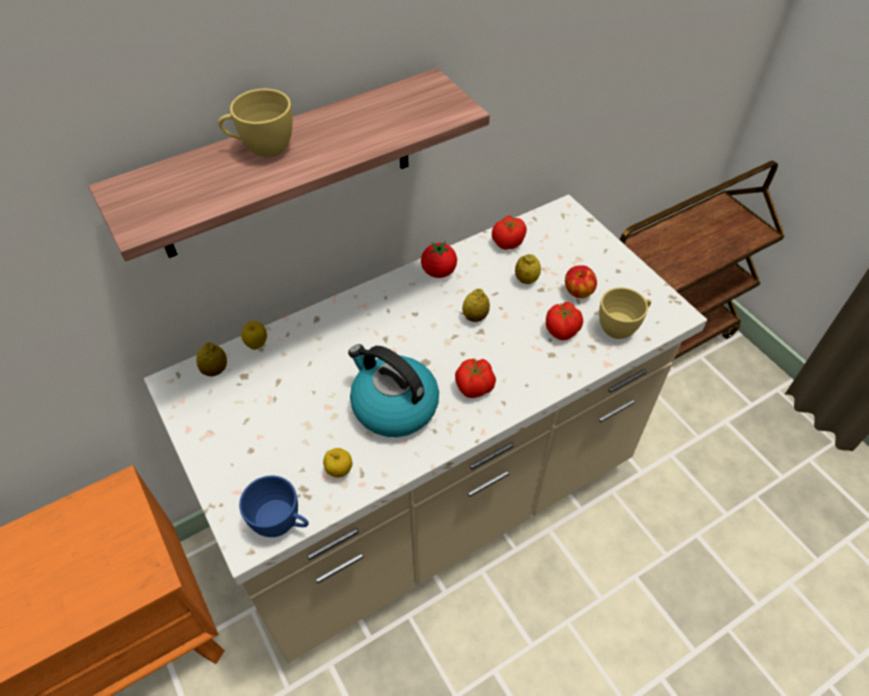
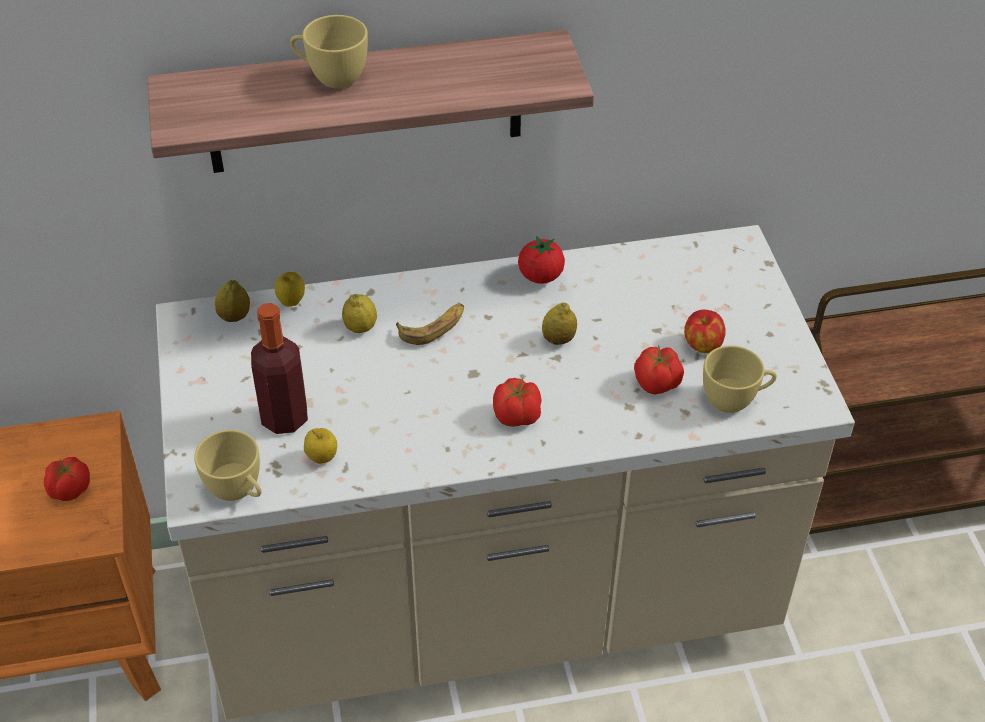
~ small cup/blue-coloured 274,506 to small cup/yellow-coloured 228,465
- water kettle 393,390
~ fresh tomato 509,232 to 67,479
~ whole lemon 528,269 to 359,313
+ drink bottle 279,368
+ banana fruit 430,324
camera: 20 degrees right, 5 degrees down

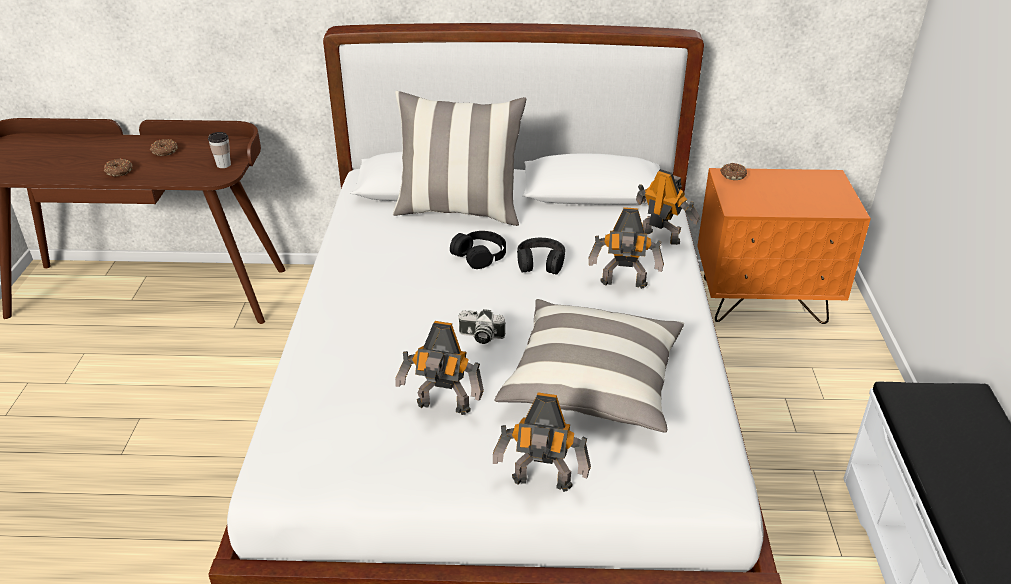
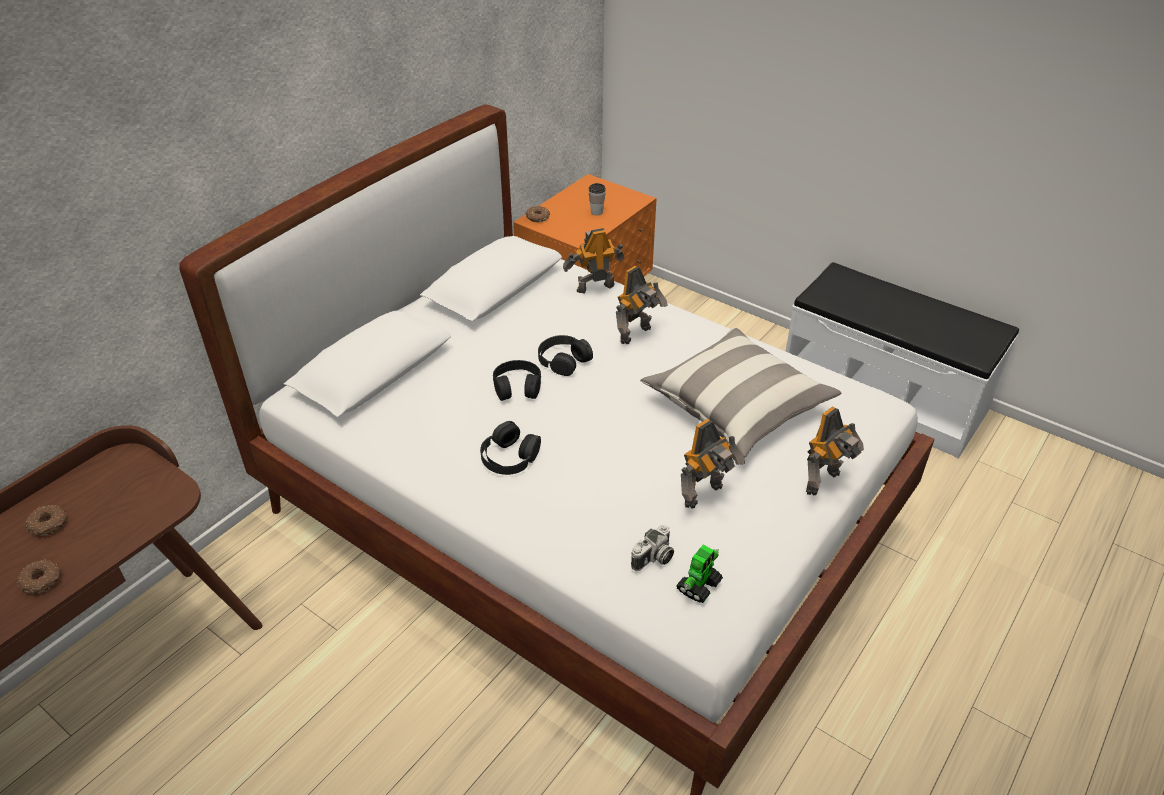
~ small cup 219,150 to 597,199
- throw pillow 460,158
~ still camera 481,326 to 652,548
+ headphones/black-coloured 510,448
+ toy robot 699,574
camera: 55 degrees left, 5 degrees up

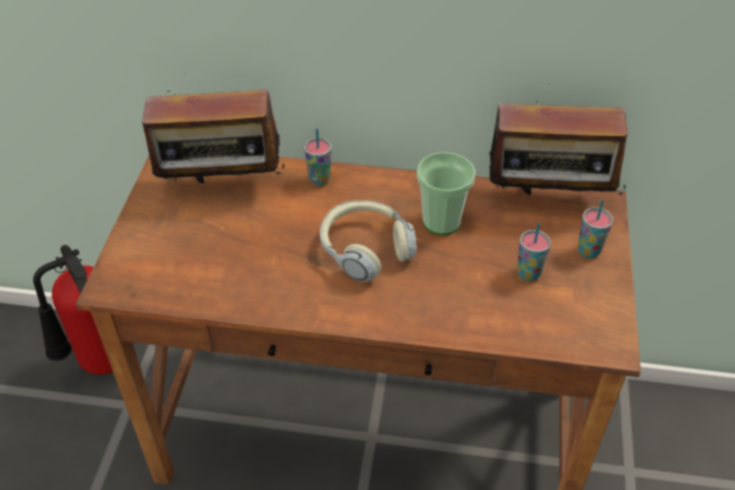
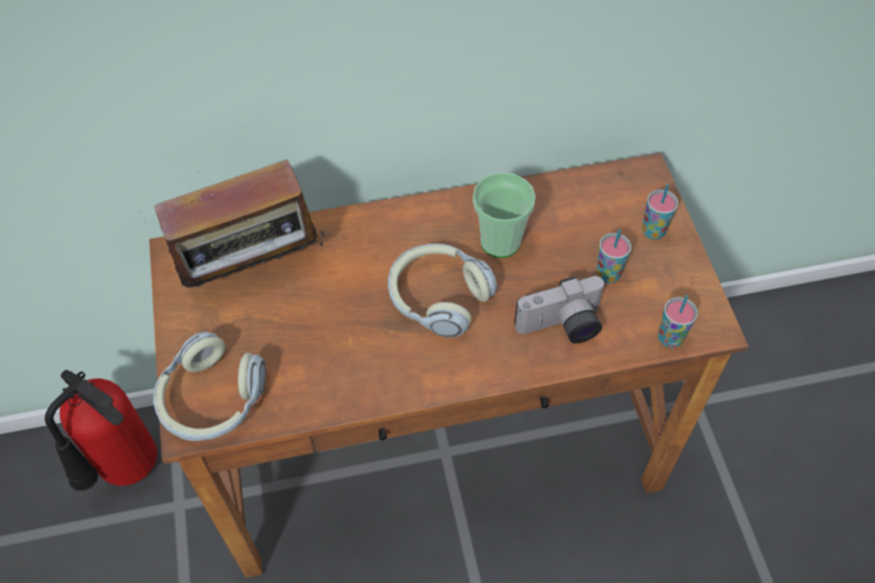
~ small cup 318,157 to 678,321
- radio set 558,155
+ headphones 209,386
+ still camera 560,309
camera: 20 degrees left, 10 degrees up

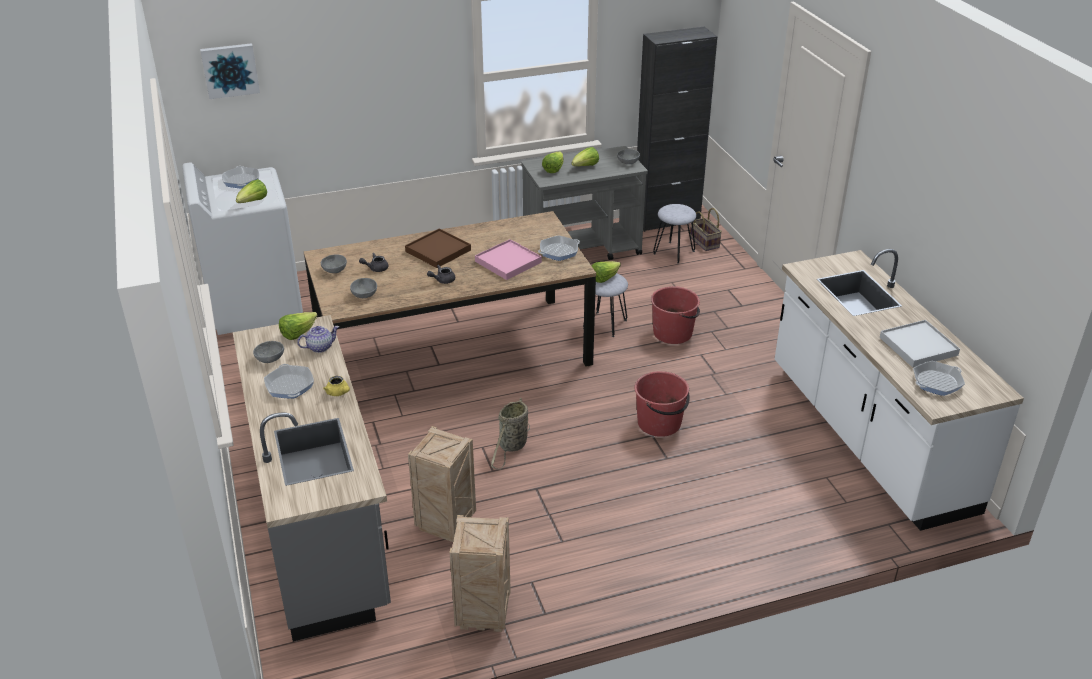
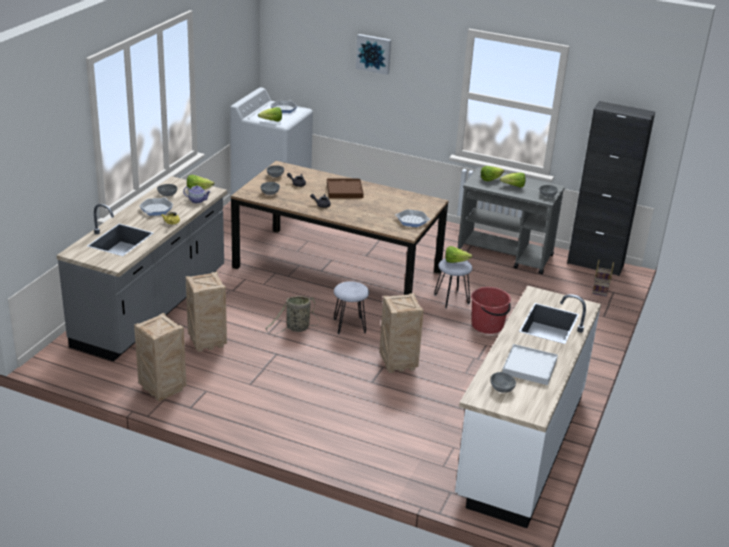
~ picture 230,71 to 373,54
- tray/pinkish 508,259
~ bucket/reddish 662,404 to packing crate 401,333
~ stool/grey 674,234 to 351,308
~ pan 939,378 to serving bowl/grey 503,382
camera: 40 degrees right, 5 degrees down

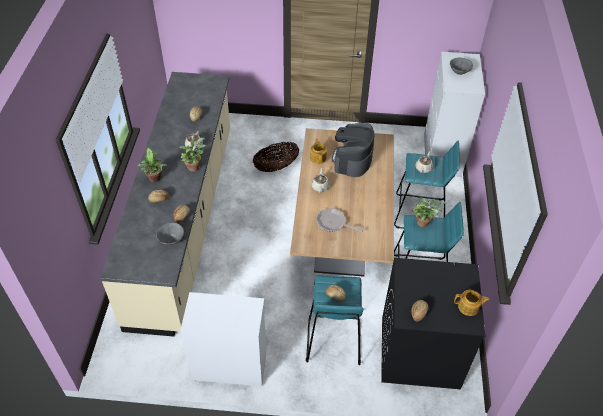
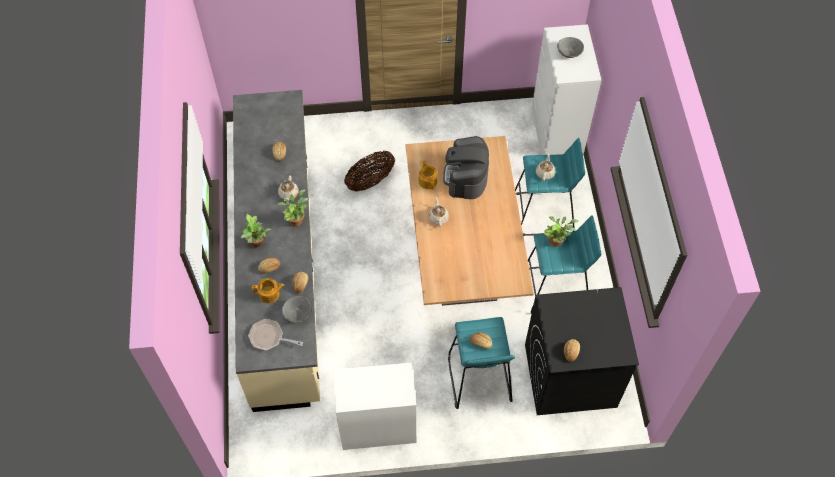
~ pan 339,220 to 275,335
~ tea pot 472,303 to 268,290
camera: 10 degrees left, 10 degrees up

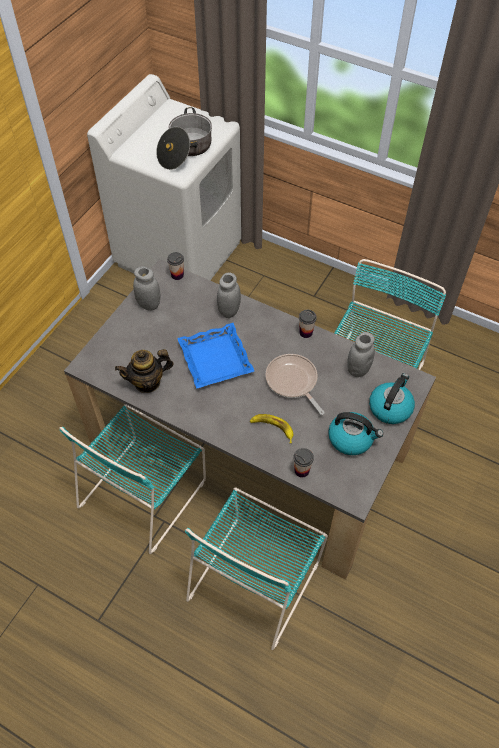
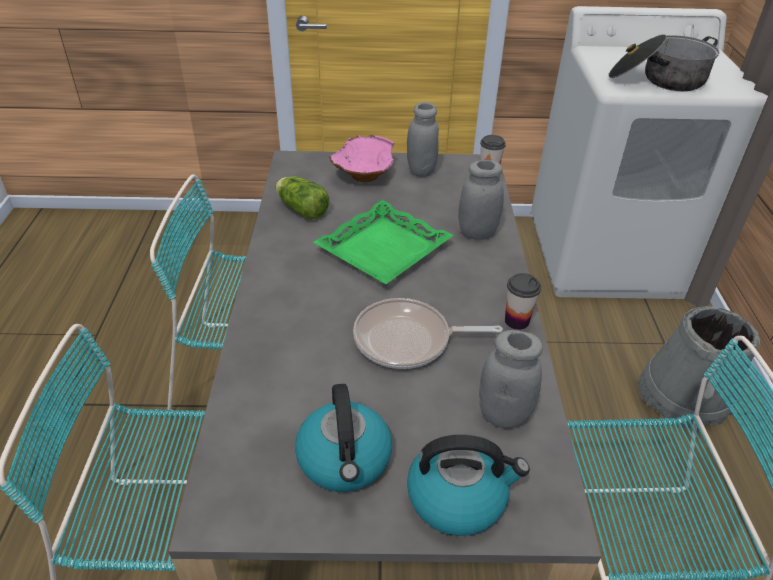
~ tea pot 144,371 to head of lettuce 303,198
~ tray/blue-coloured 216,356 to tray/green-coloured 383,242
- banana fruit 271,429
~ pan 295,384 = 428,333 120 degrees counterclockwise
- small cup 303,462
+ serving bowl/pinkish 362,158
+ bucket/grey 699,368
camera: 60 degrees right, 15 degrees down

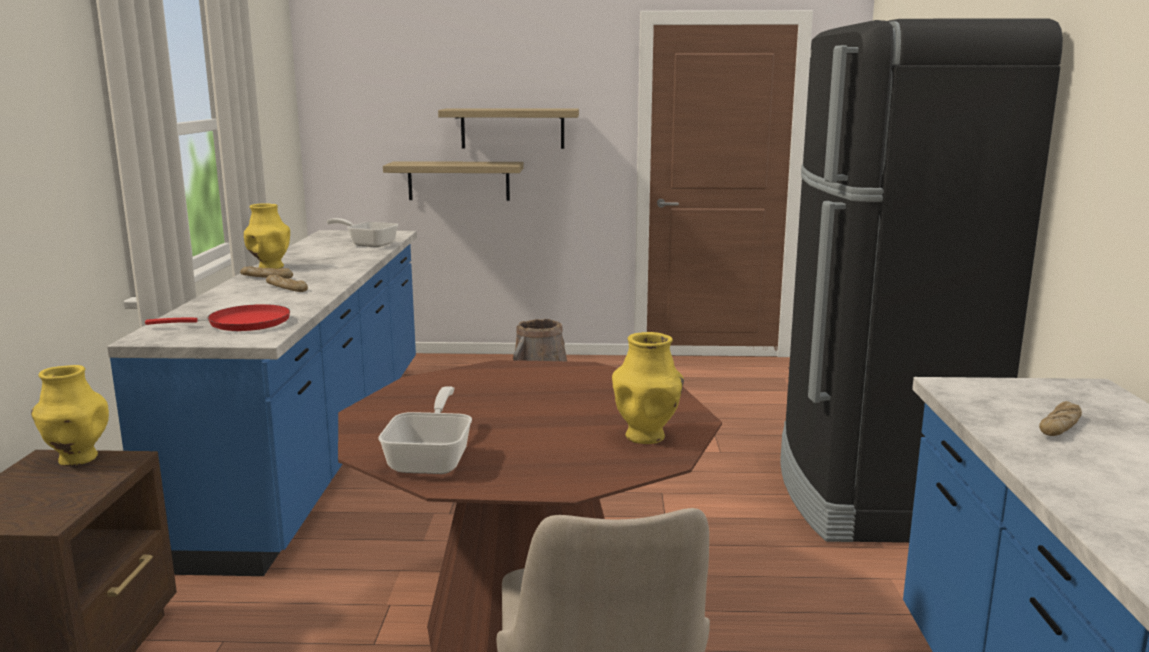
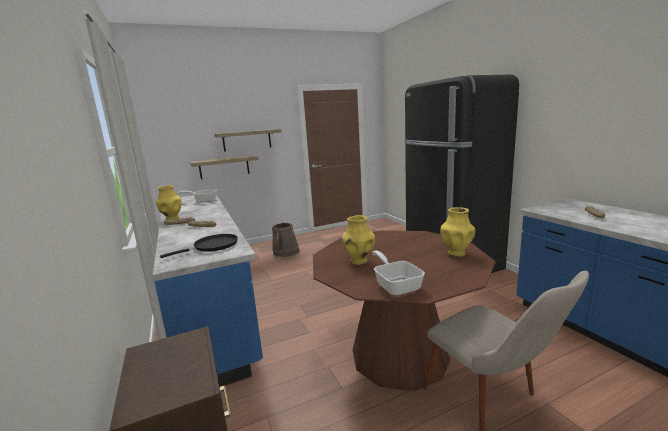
~ decorative vase/yellow-coloured 70,415 to 358,240
~ pan/reddish 217,317 to pan/black-coloured 199,246
camera: 25 degrees left, 0 degrees up

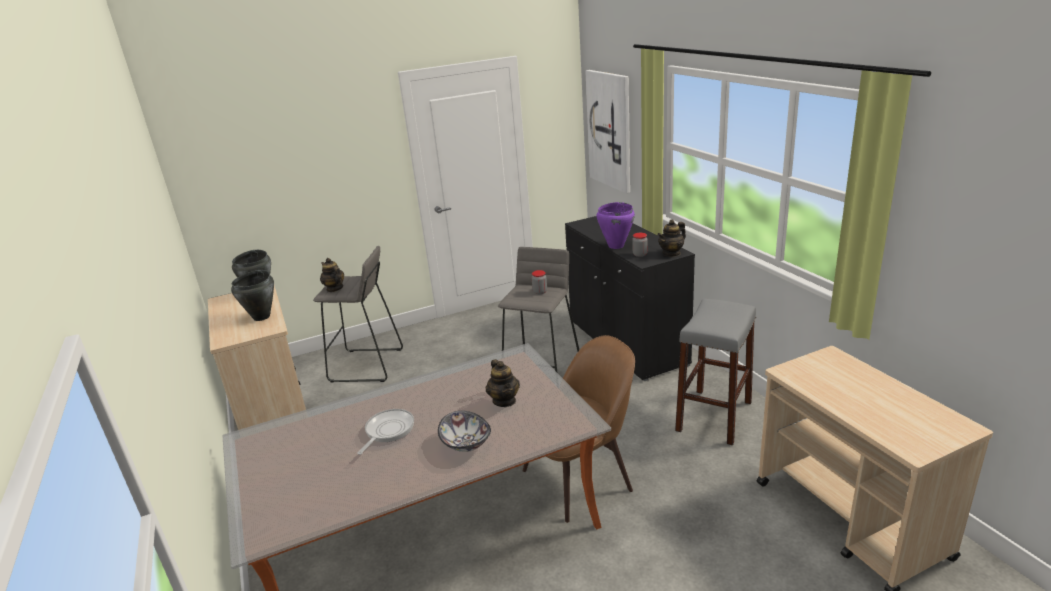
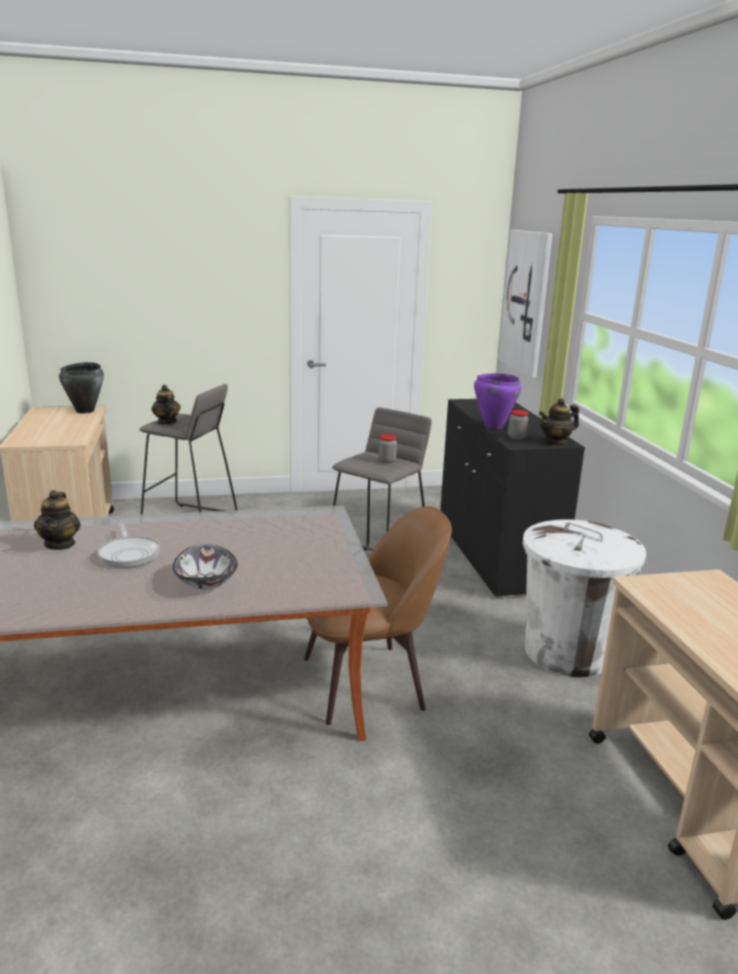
- saucepot/black-coloured 252,295
~ pan 385,432 = 128,545 120 degrees clockwise
~ tea pot 503,383 to 57,520
~ stool/grey 715,372 to waste bin/whitish 584,598
camera: 10 degrees right, 5 degrees down

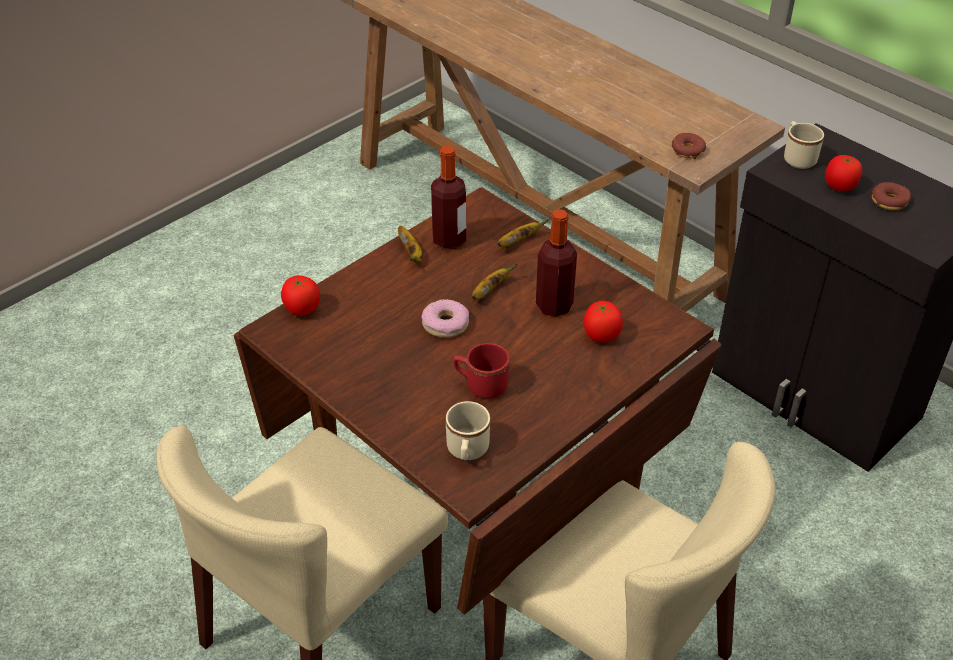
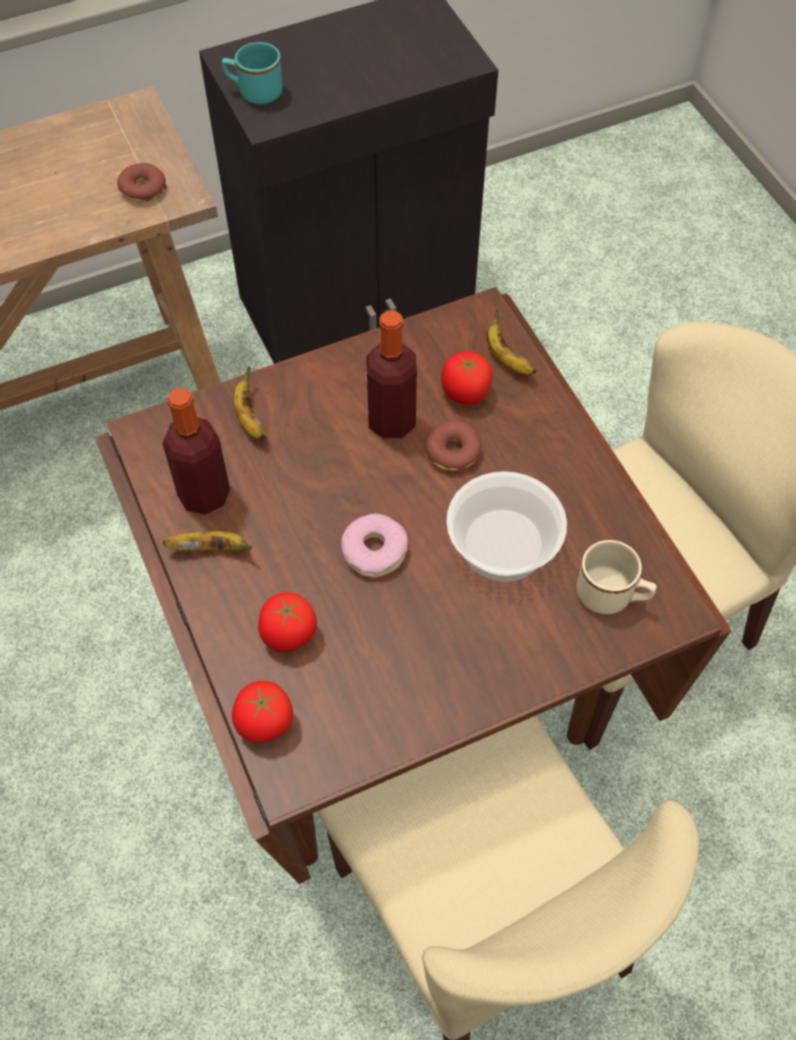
~ coffee mug/reddish 482,371 to serving bowl 506,526
~ banana fruit 494,282 to 511,342
~ coffee mug/beige-coloured 804,145 to coffee mug/turquoise-coloured 252,73
~ fresh tomato 843,173 to 287,622
~ donut 891,196 to 453,445
camera: 70 degrees left, 15 degrees up

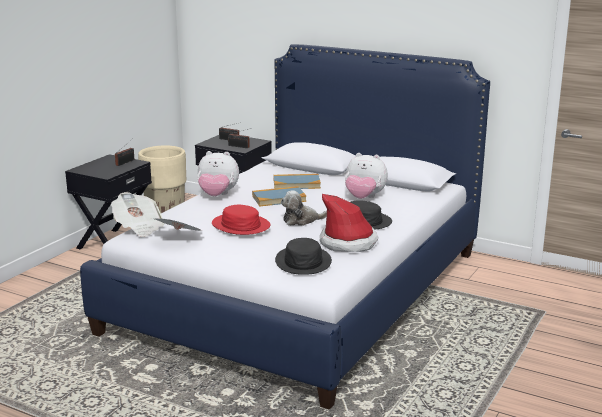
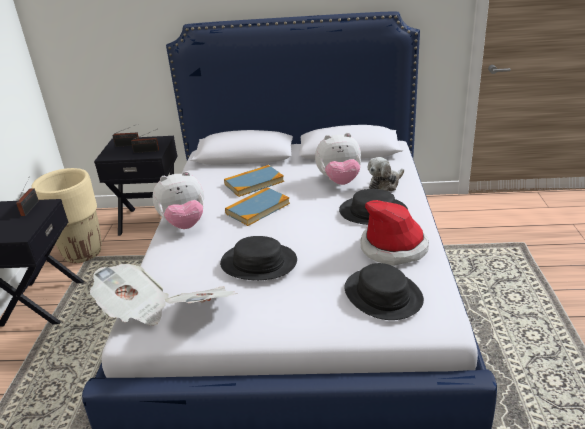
~ wearable hat/reddish 241,220 to wearable hat/black-coloured 258,258
~ plush toy 304,208 to 385,174
camera: 25 degrees left, 10 degrees up

